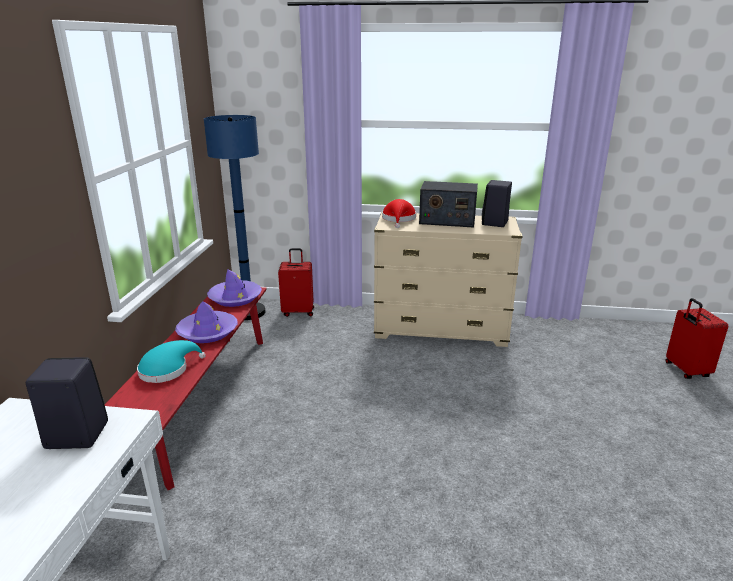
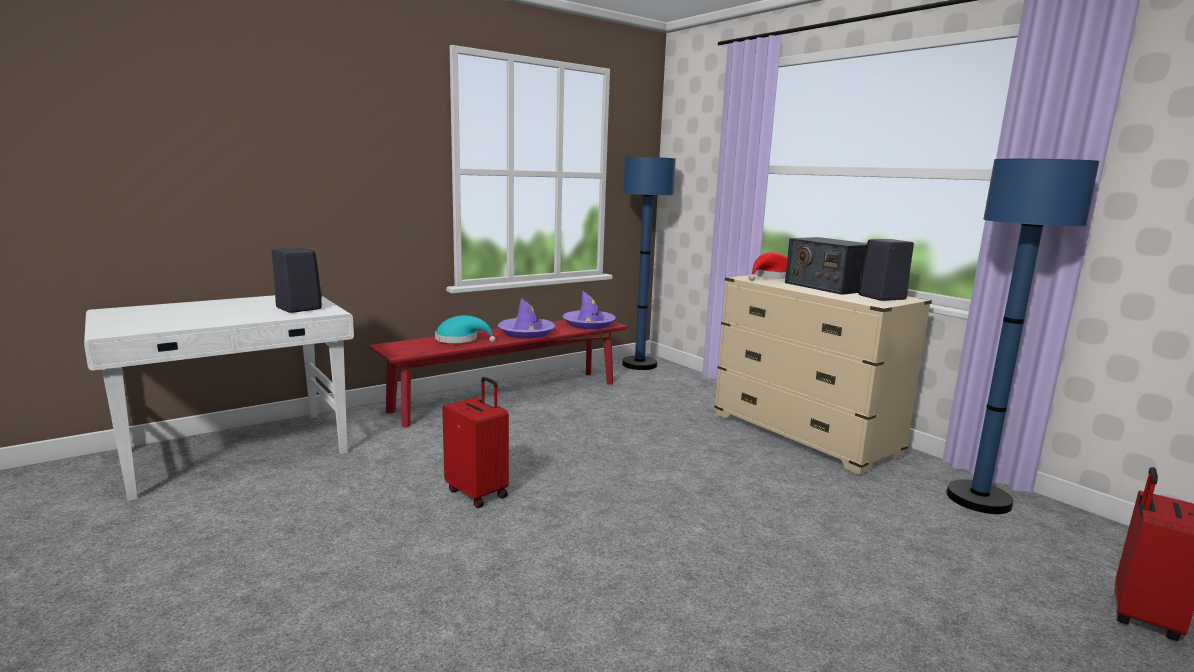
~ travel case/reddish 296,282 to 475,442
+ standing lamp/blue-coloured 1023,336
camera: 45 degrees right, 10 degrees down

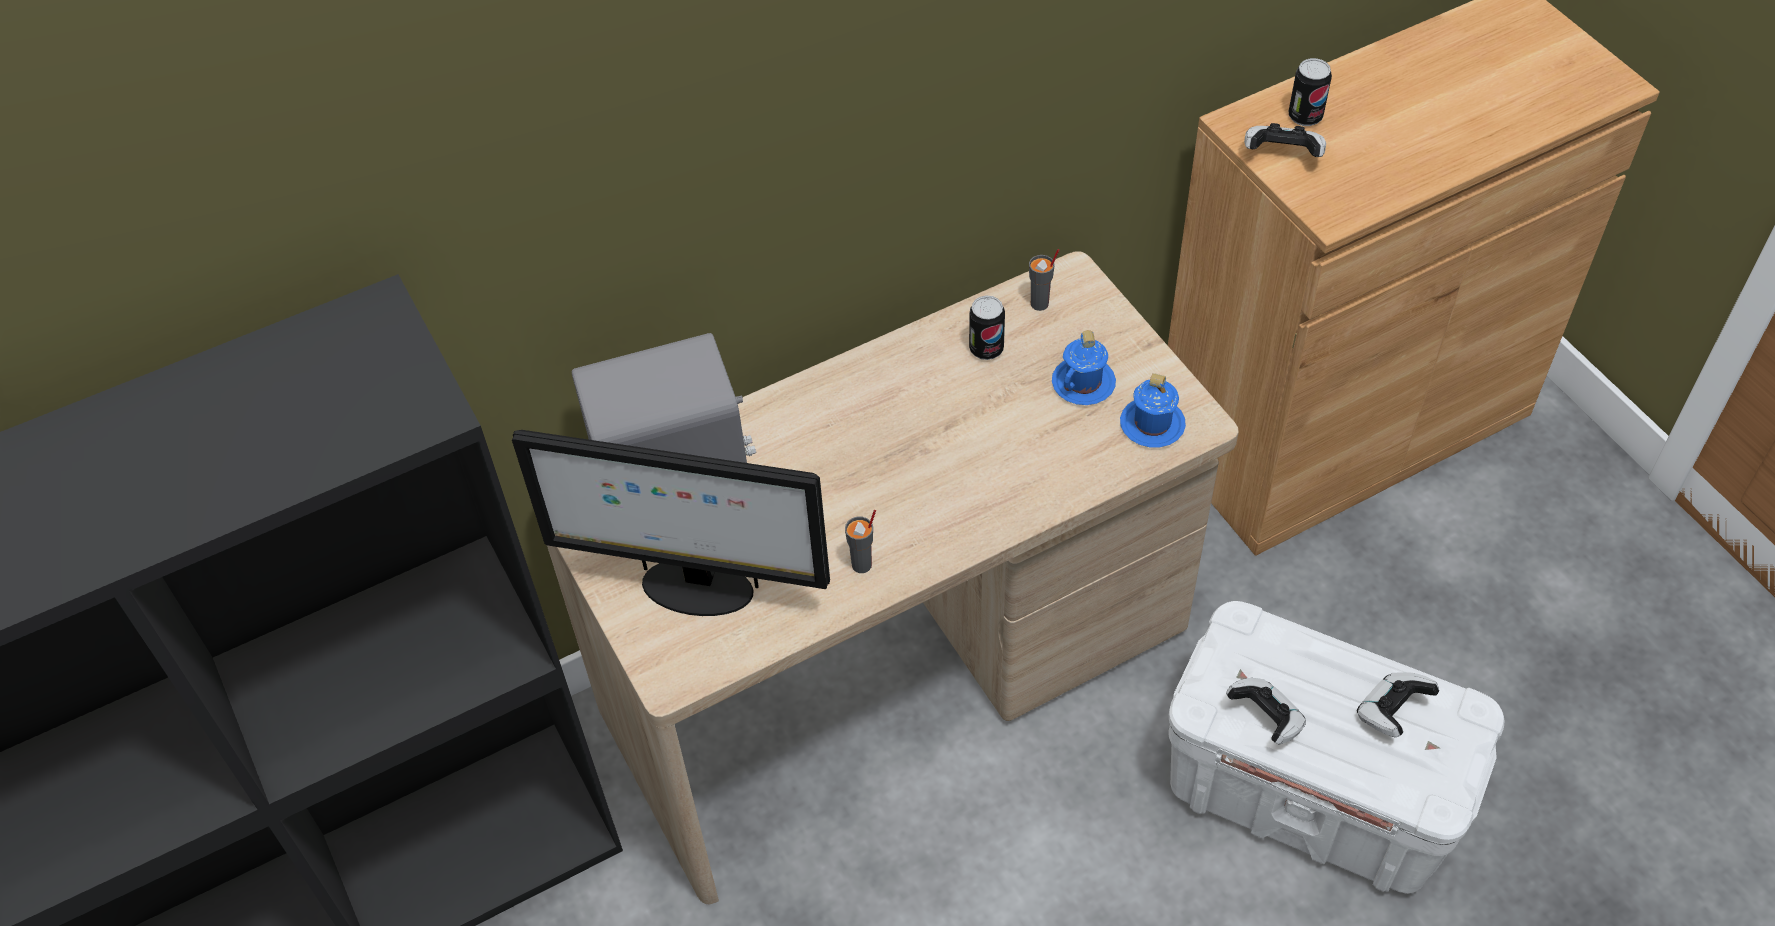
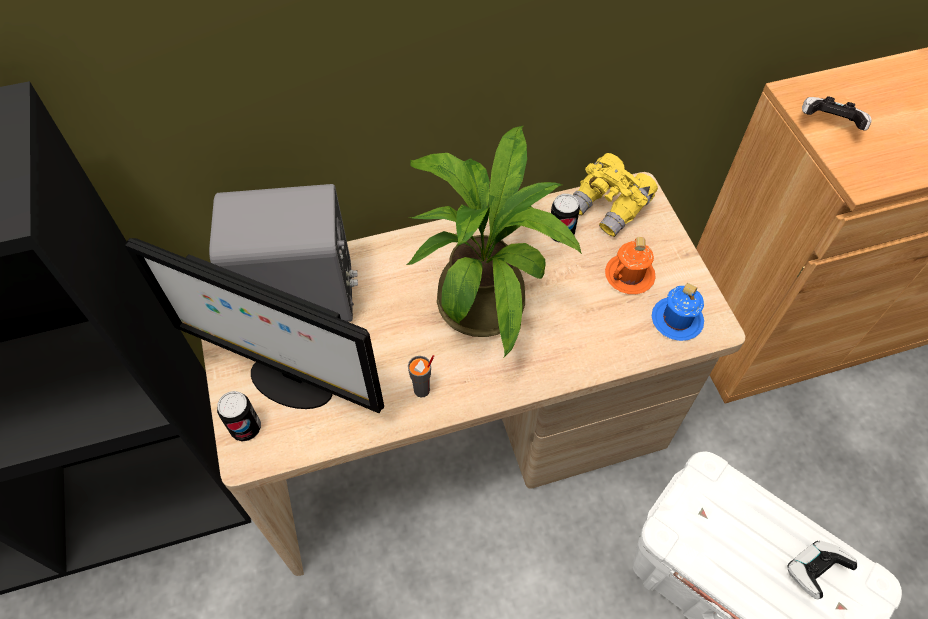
~ small cup/grey 1044,280 to pair of binoculars/yellow-coloured 615,195
~ coffee mug/blue-coloured 1084,367 to coffee mug/orange 630,265
- joypad 1266,711
~ metal can 1310,92 to 239,416
+ plant in a pot 494,241
camera: 10 degrees right, 5 degrees up

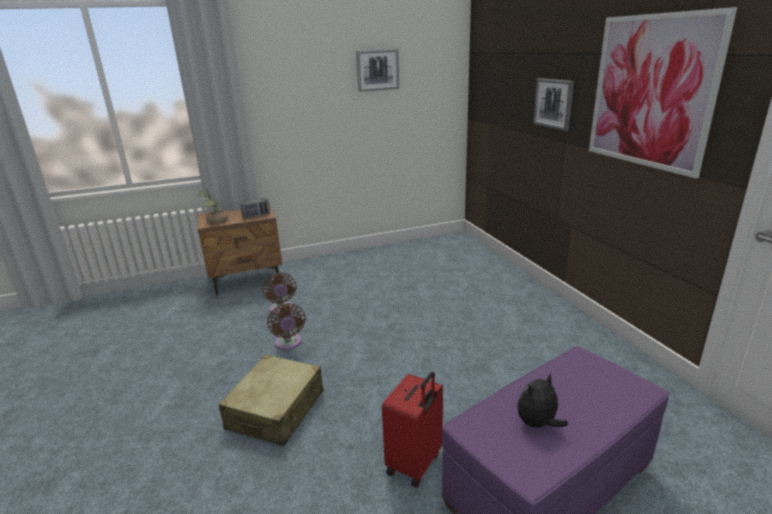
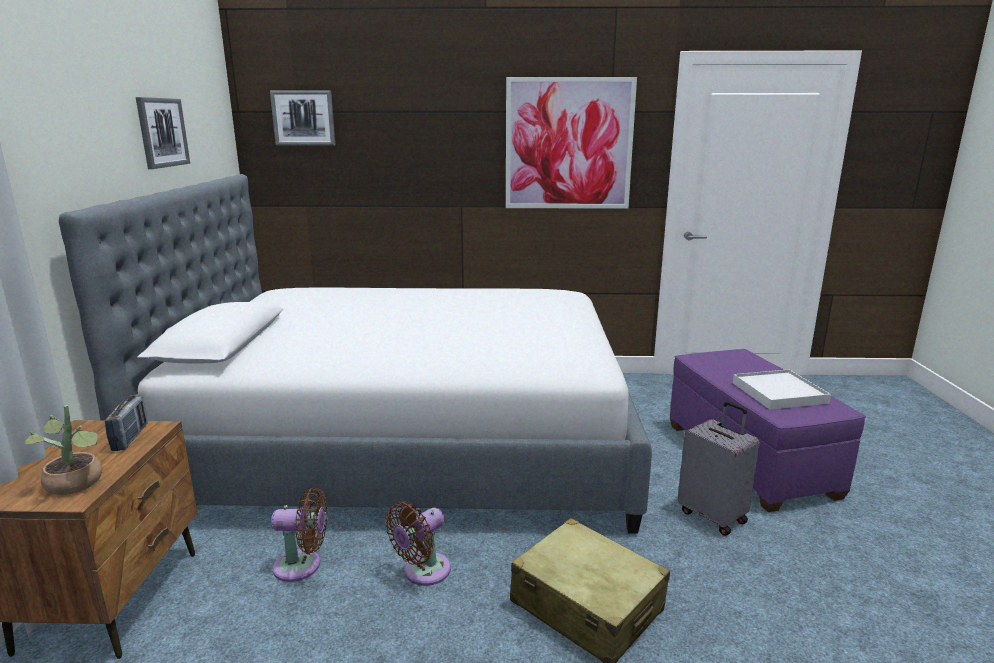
~ fan/brownish 286,326 = 418,543 135 degrees clockwise
~ travel case/reddish 412,429 to travel case/grey 719,468
~ plush toy 542,400 to tray/whitish 782,389
~ picture 553,104 to 302,118
+ sleeping bed 355,353
camera: 70 degrees left, 5 degrees down

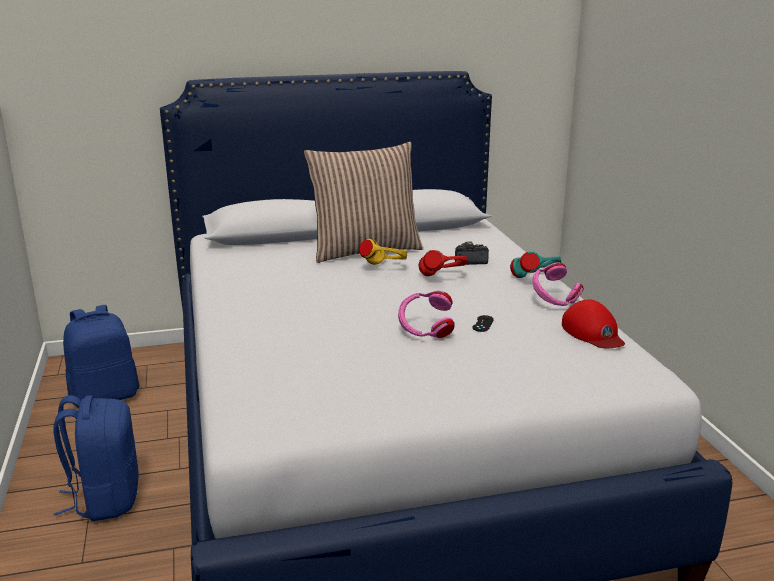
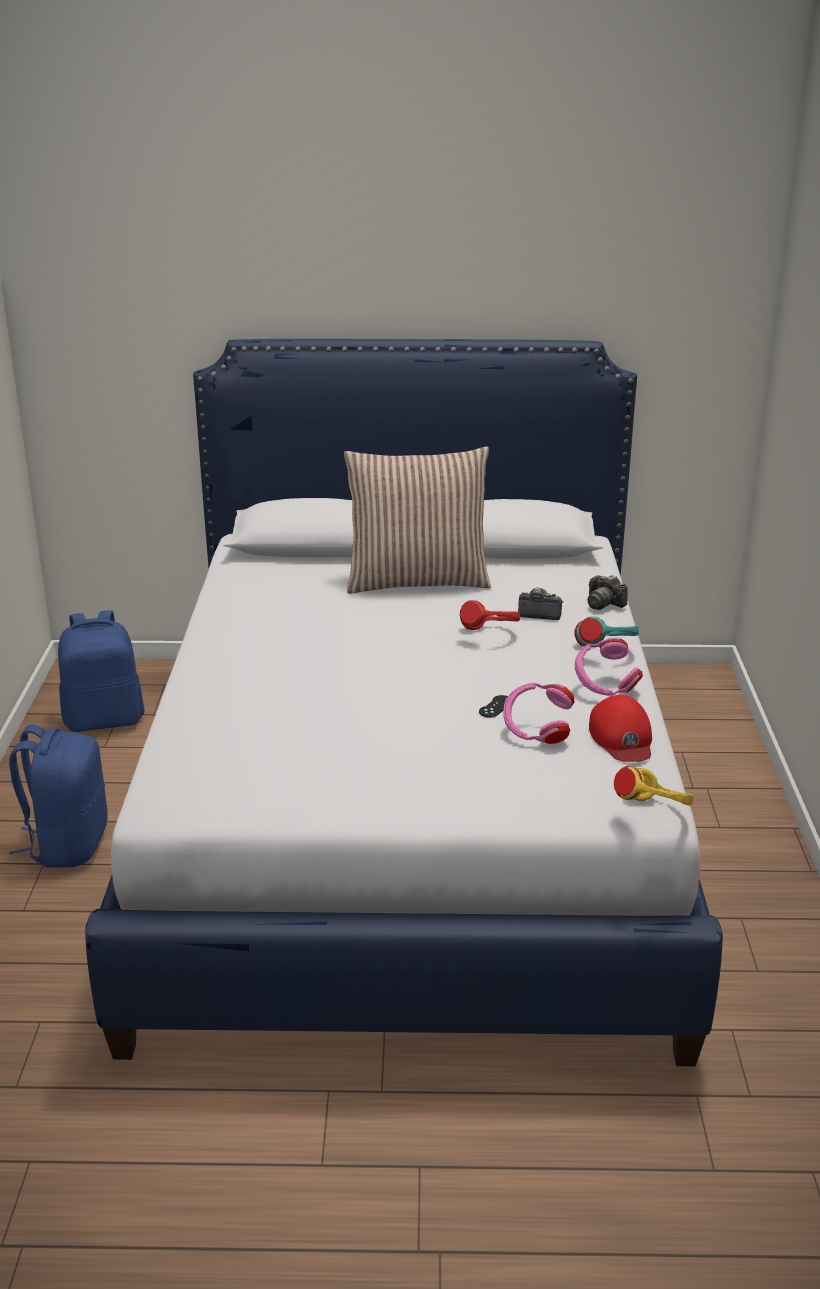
~ headphones/yellow-coloured 383,252 to 654,786
~ headphones/pinkish 426,314 to 538,713
+ still camera 608,592
camera: 15 degrees right, 5 degrees up

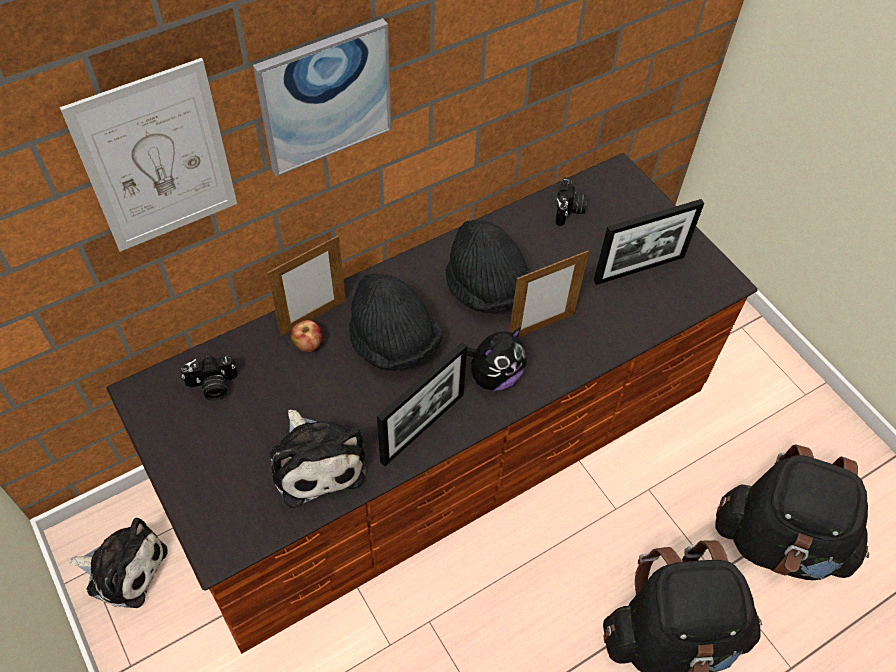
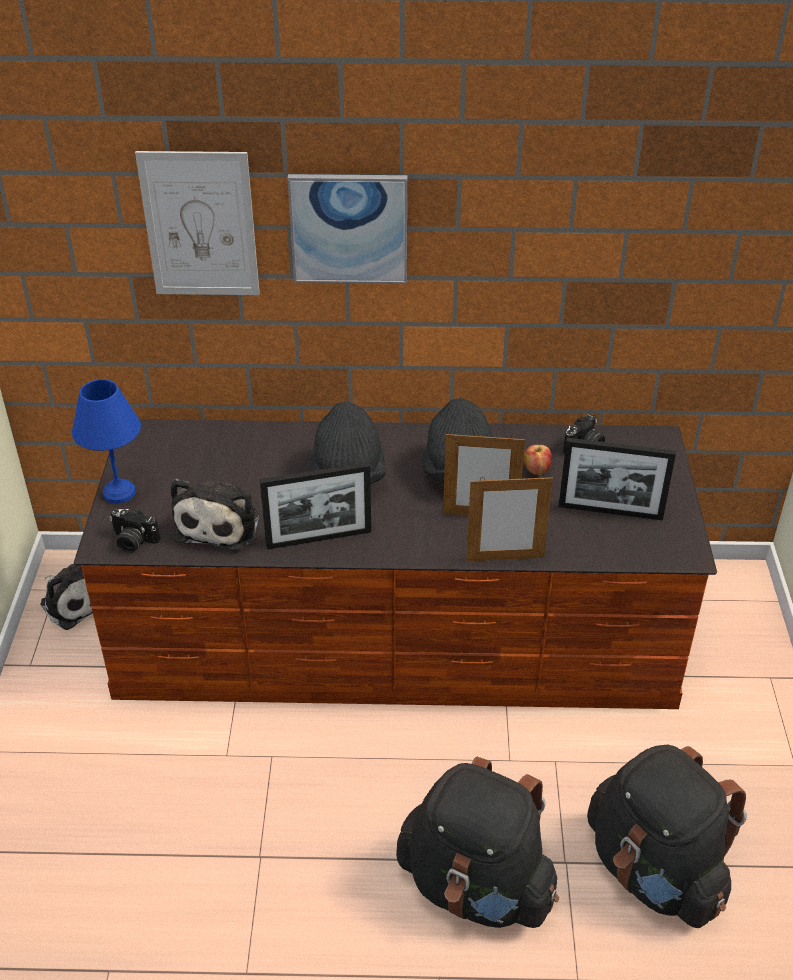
~ still camera 208,378 to 135,531
~ standing frame 306,285 to 509,518
~ apple fruit 307,336 to 538,460
- plush toy 496,359
+ table lamp/blue-coloured 106,441
camera: 35 degrees right, 15 degrees down

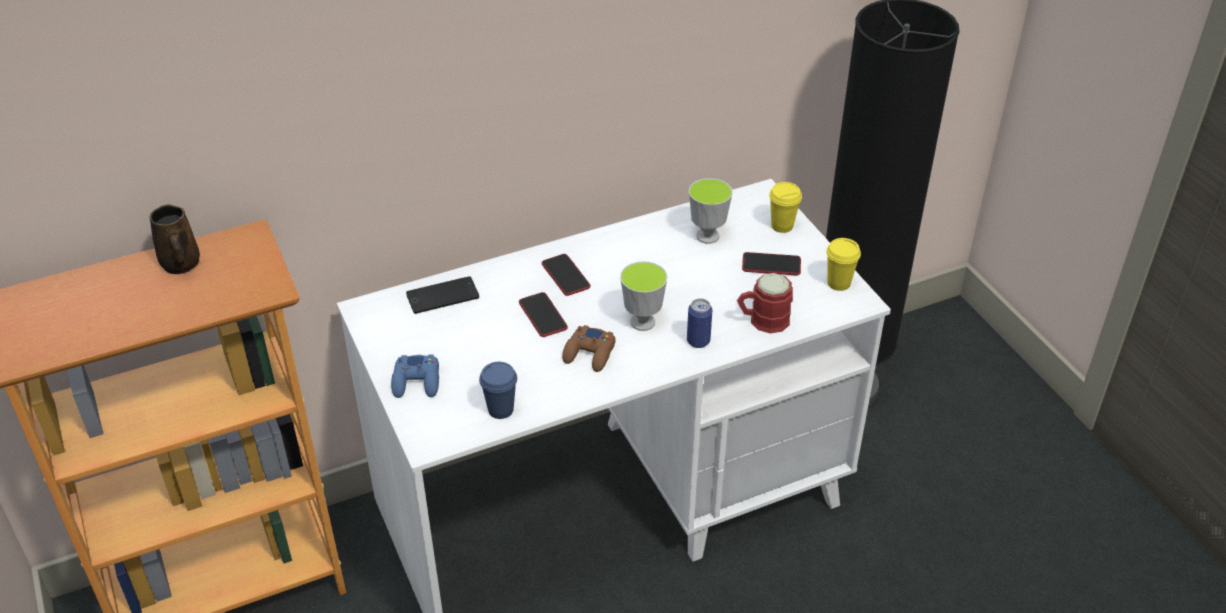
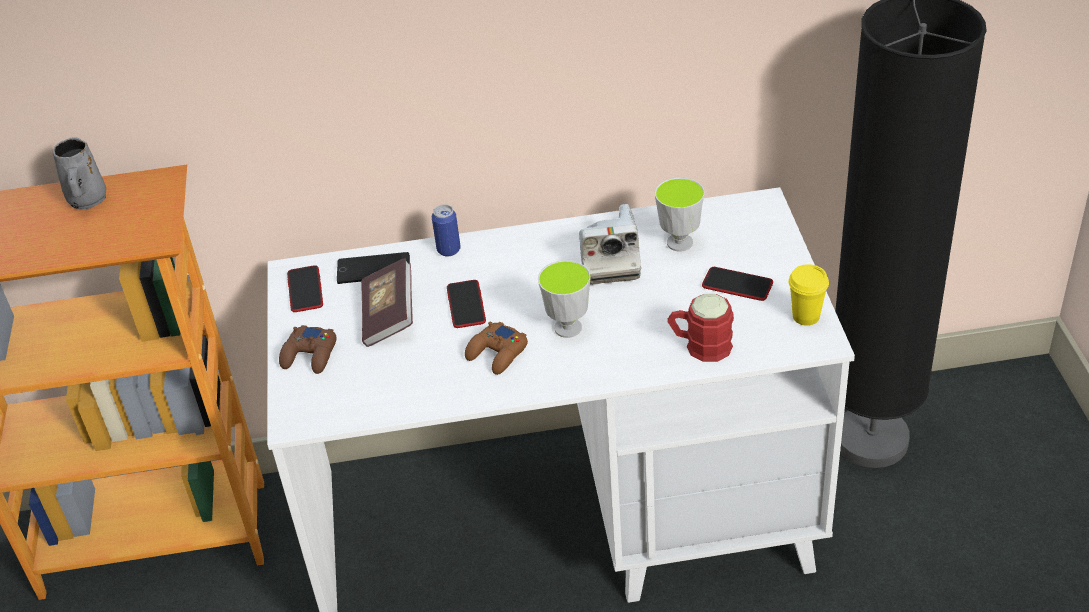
~ coffee mug/brownish 175,239 to coffee mug/grey 79,173
~ joypad/blue-coloured 415,376 to joypad/brownish 308,349
- small cup/blue-coloured 498,390
~ telephone 566,275 to 305,288
~ metal can 699,323 to 446,230
- small cup/yellow-coloured 785,207
+ book 387,302
+ still camera 610,244
camera: 20 degrees right, 0 degrees up

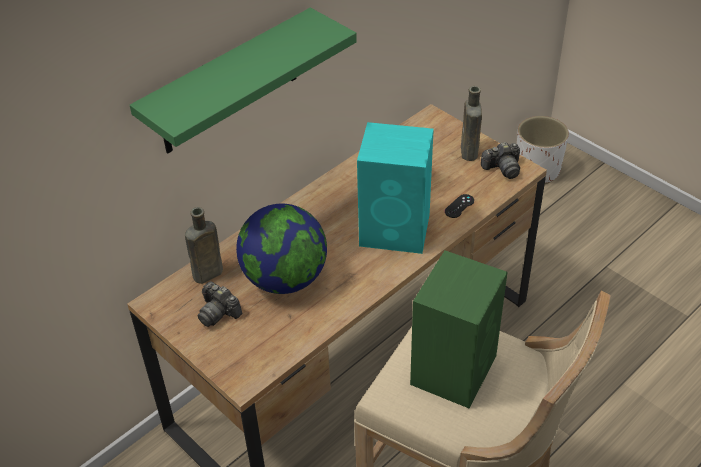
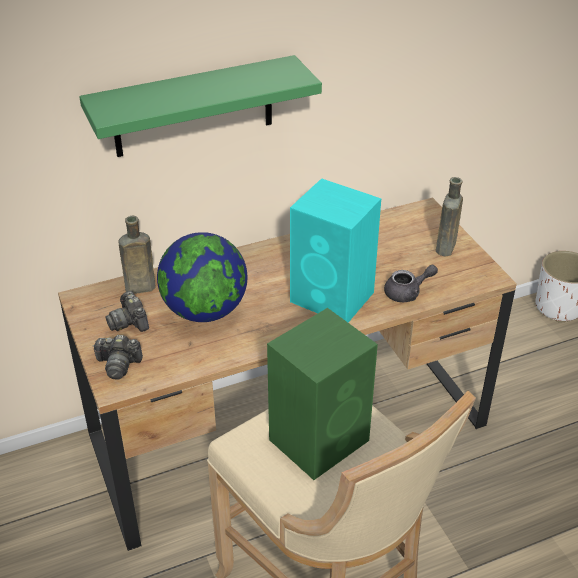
~ joypad/black-coloured 459,206 to tea pot/grey 411,283
~ still camera 500,160 to 118,357
camera: 20 degrees right, 5 degrees down

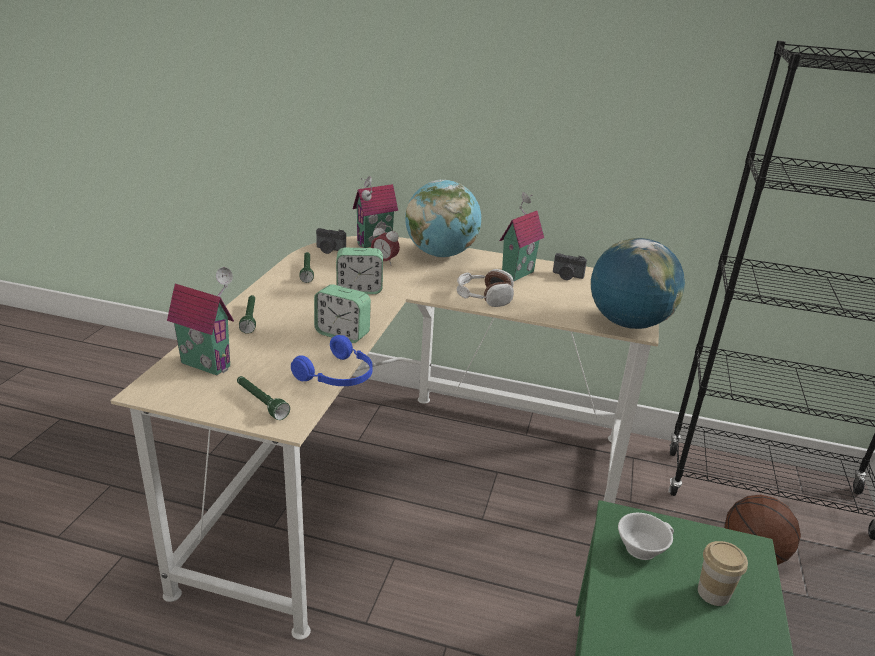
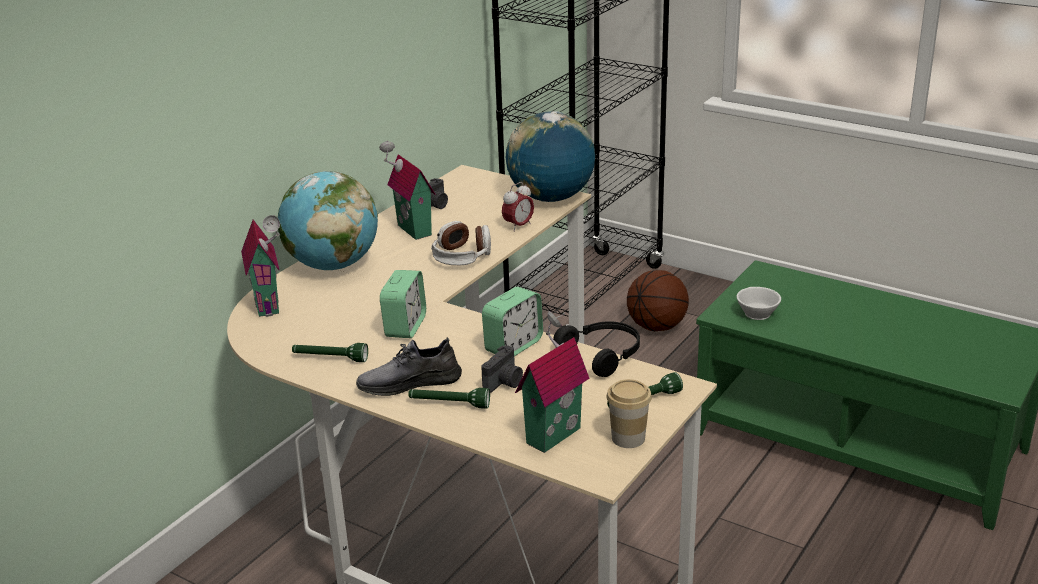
~ headphones/blue-coloured 331,360 to headphones/black-coloured 596,349
~ still camera 331,241 to 502,369
~ alarm clock 385,245 to 518,207
~ small cup 723,573 to 629,413
+ item of footwear/grey 409,366
camera: 70 degrees left, 0 degrees up

